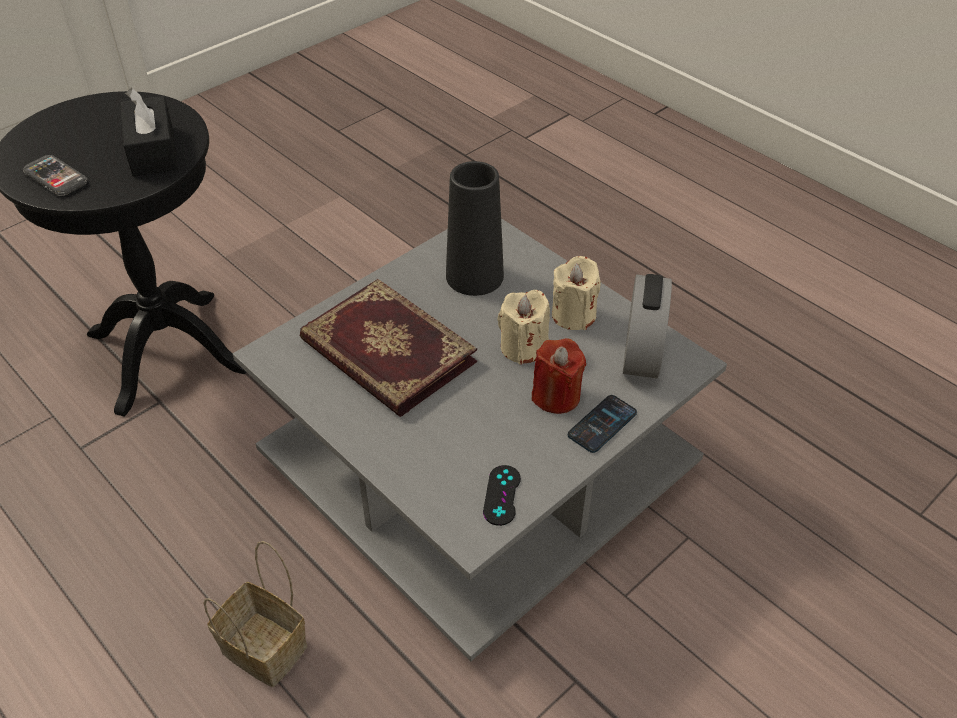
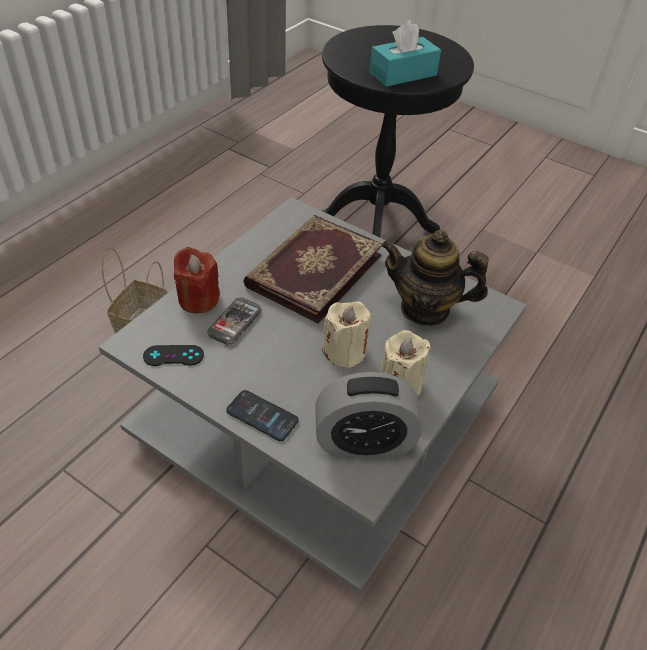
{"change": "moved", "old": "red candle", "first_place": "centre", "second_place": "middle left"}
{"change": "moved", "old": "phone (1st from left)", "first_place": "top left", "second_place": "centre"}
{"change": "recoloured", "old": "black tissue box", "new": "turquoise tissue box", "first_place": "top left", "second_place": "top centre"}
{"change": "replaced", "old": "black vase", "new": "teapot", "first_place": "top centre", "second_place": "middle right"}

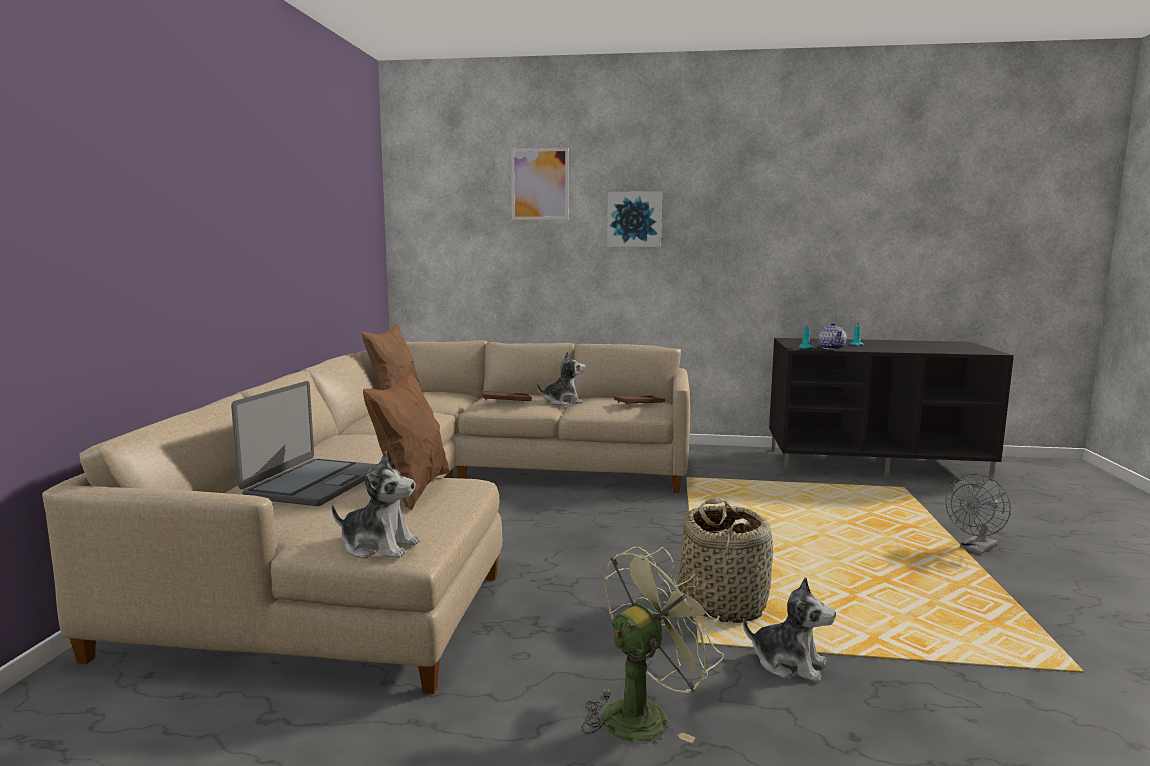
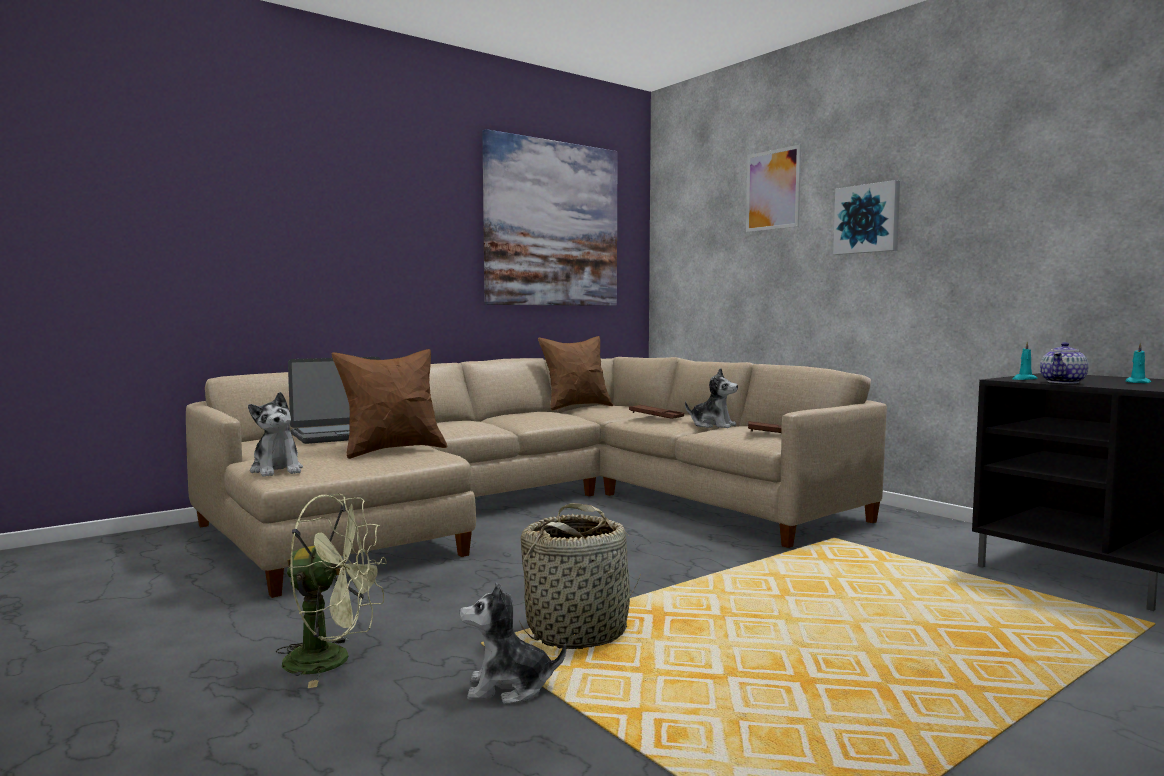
{"change": "turned", "old": "plush toy (3rd from left in the first image)", "first_place": "bottom right", "second_place": "bottom centre", "degrees": 105}
{"change": "added", "new": "picture (1st from left)", "second_place": "top centre"}
{"change": "removed", "old": "grey fan", "first_place": "bottom right"}

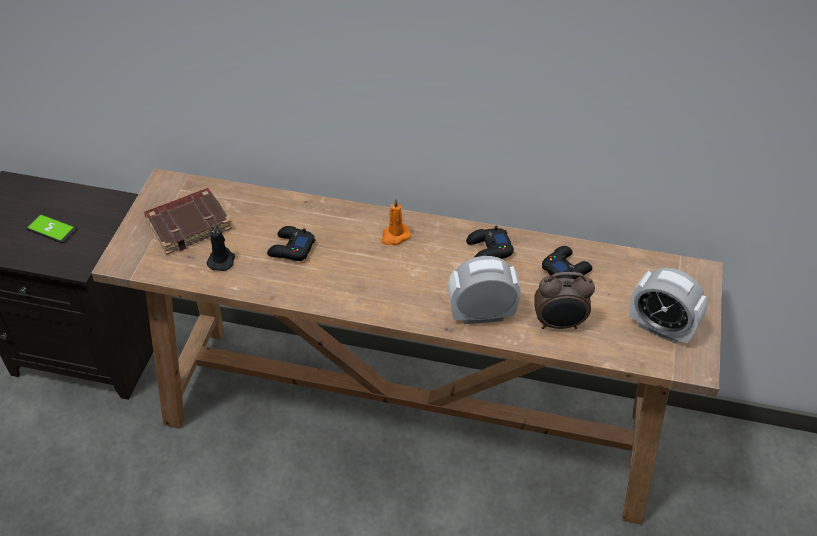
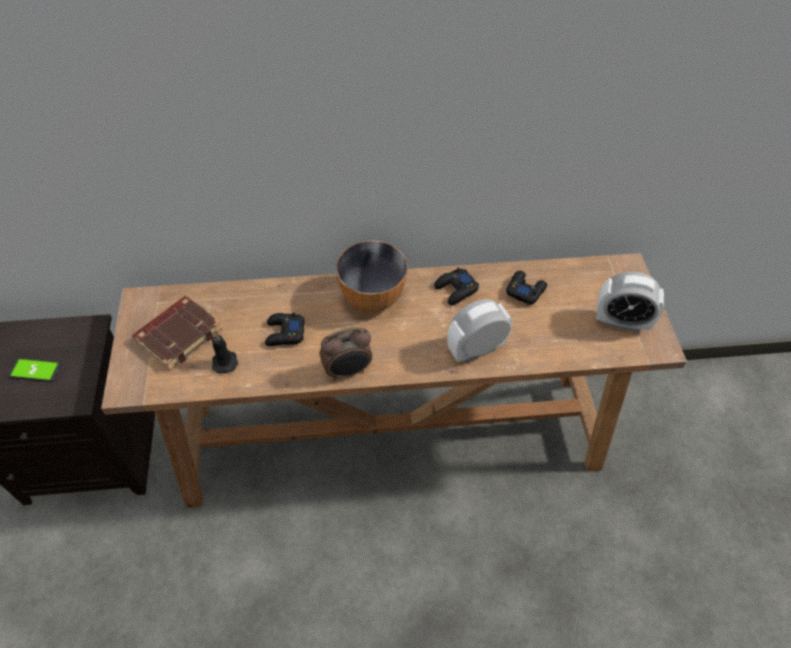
{"change": "moved", "old": "alarm clock (2nd from left in the first image)", "new": "alarm clock (1st from left)", "first_place": "middle right", "second_place": "centre"}
{"change": "replaced", "old": "orange candle", "new": "bowl", "first_place": "centre", "second_place": "centre"}

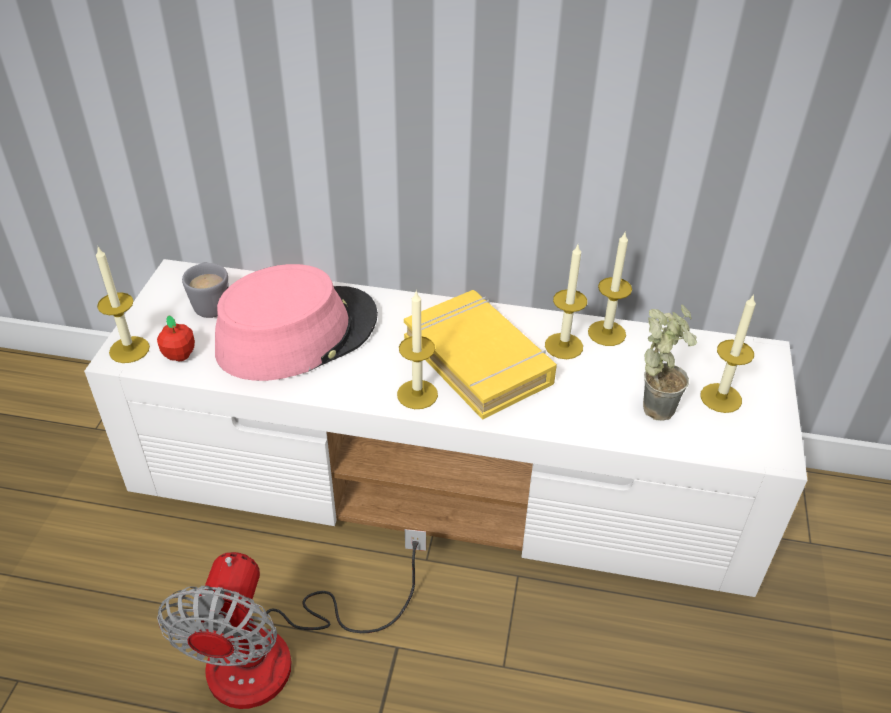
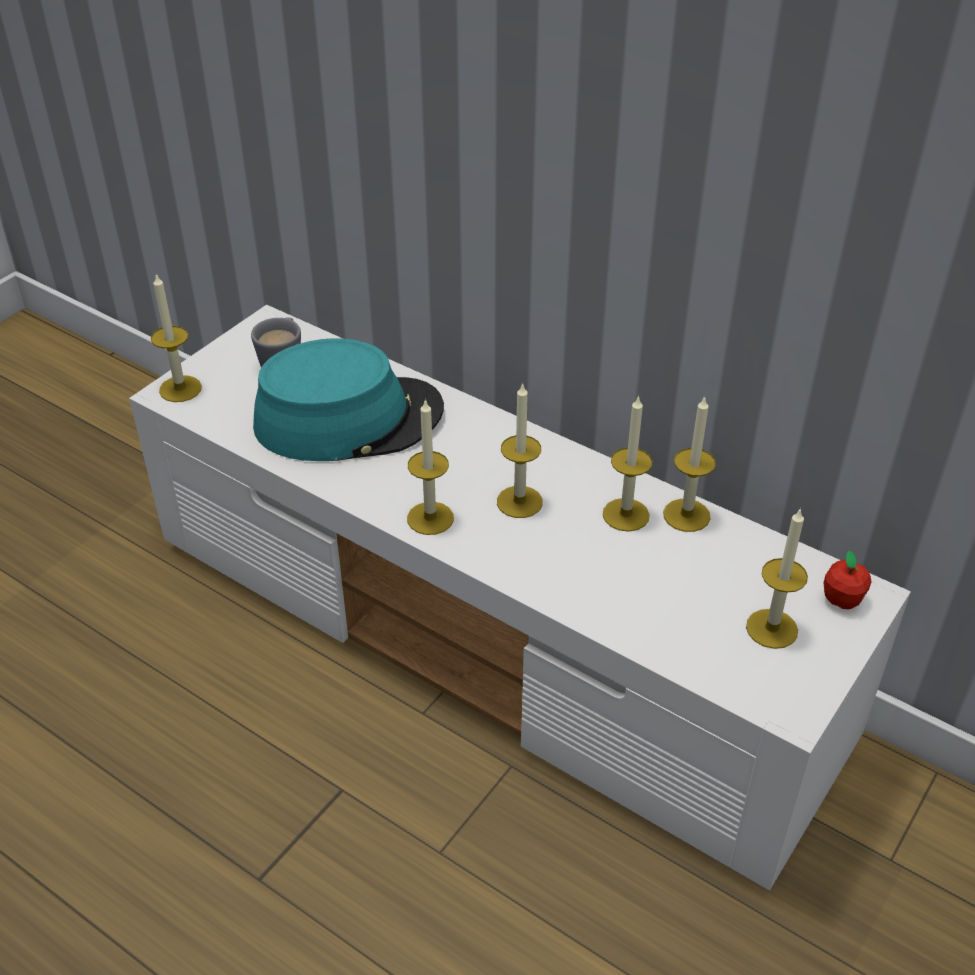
{"change": "recoloured", "old": "pink hat", "new": "turquoise hat", "first_place": "middle left", "second_place": "centre"}
{"change": "replaced", "old": "yellow book", "new": "candle (3rd from left)", "first_place": "centre", "second_place": "centre"}
{"change": "moved", "old": "apple", "first_place": "middle left", "second_place": "middle right"}
{"change": "removed", "old": "fan", "first_place": "bottom left"}
{"change": "removed", "old": "potted plant", "first_place": "middle right"}

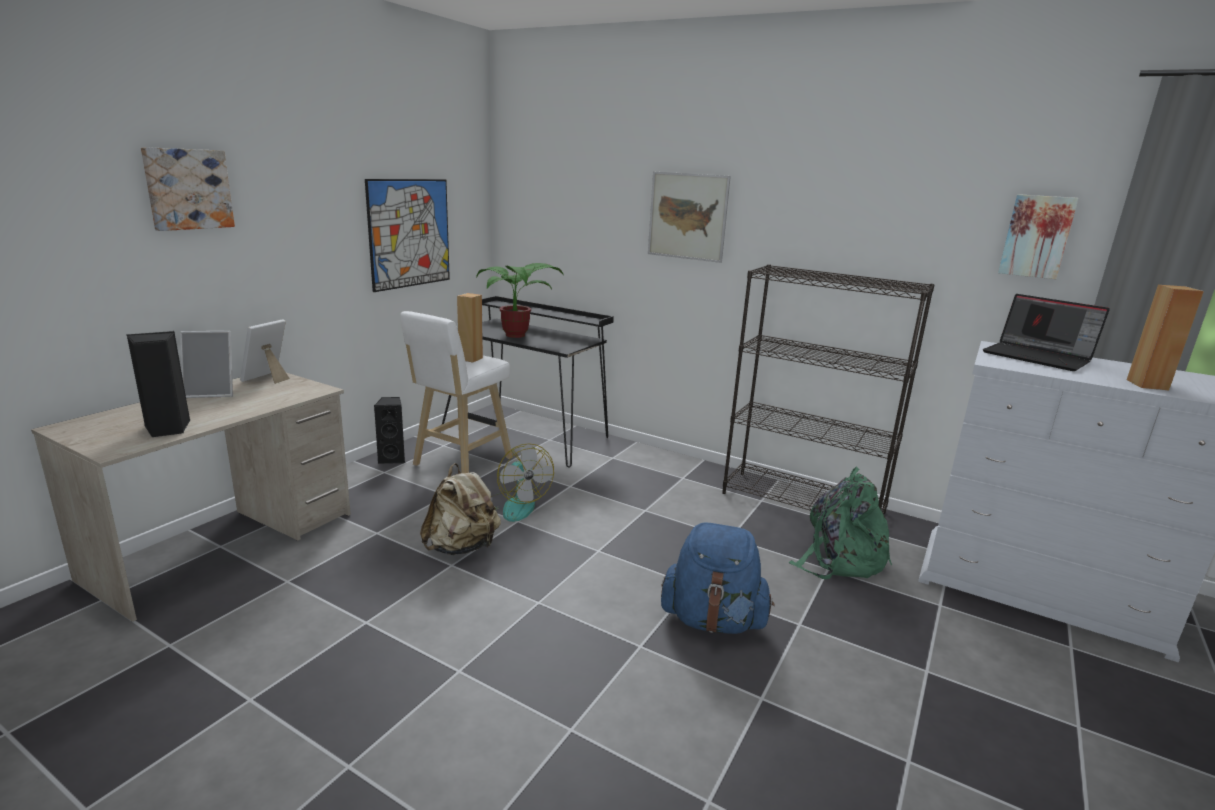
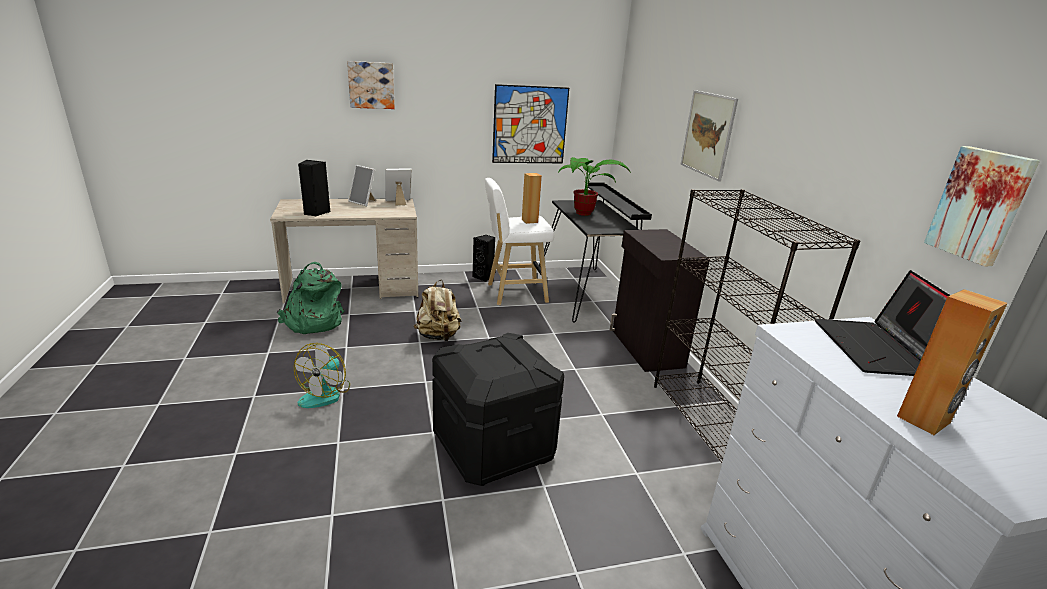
{"change": "moved", "old": "green backpack", "first_place": "middle right", "second_place": "middle left"}
{"change": "moved", "old": "fan", "first_place": "centre", "second_place": "middle left"}
{"change": "replaced", "old": "blue backpack", "new": "black storage box", "first_place": "bottom centre", "second_place": "bottom centre"}
{"change": "added", "new": "black cabinet", "second_place": "centre"}

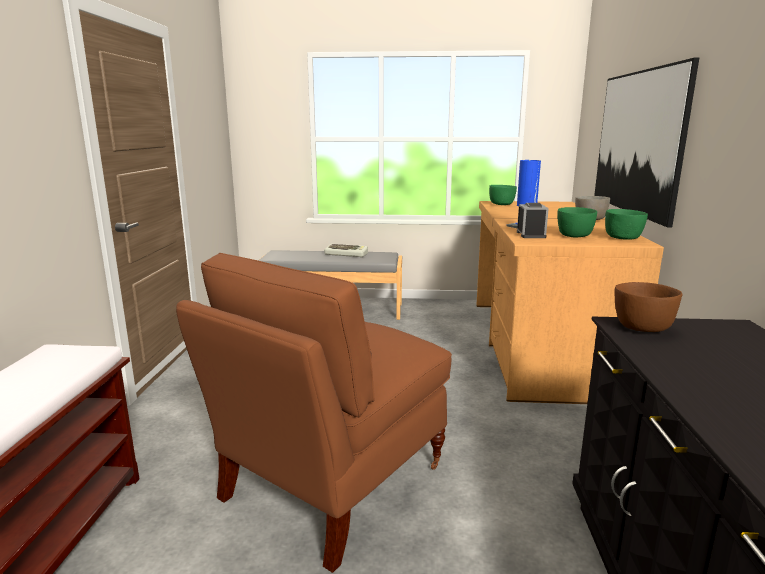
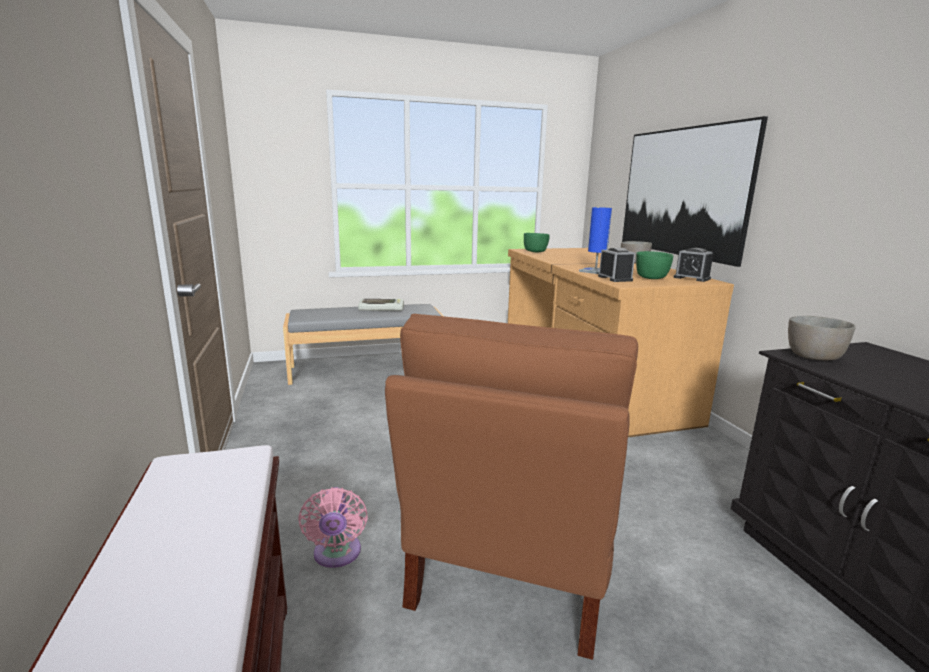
{"change": "added", "new": "pink fan", "second_place": "bottom centre"}
{"change": "replaced", "old": "green bowl (3rd from left)", "new": "alarm clock (2nd from left)", "first_place": "middle right", "second_place": "middle right"}
{"change": "recoloured", "old": "brown bowl", "new": "grey bowl (2nd from left)", "first_place": "middle right", "second_place": "middle right"}

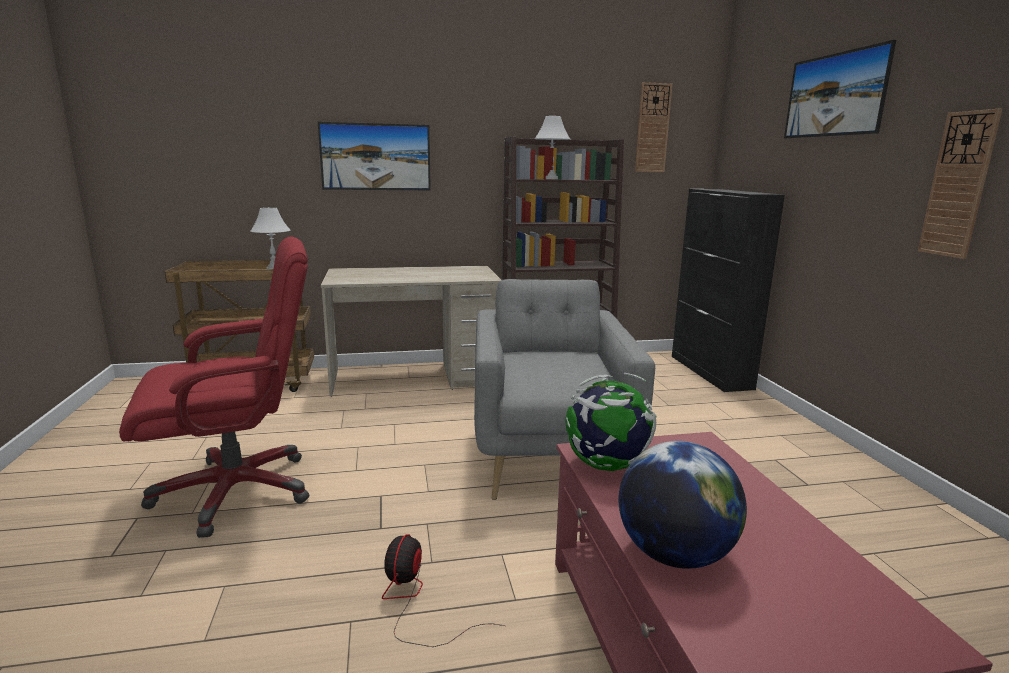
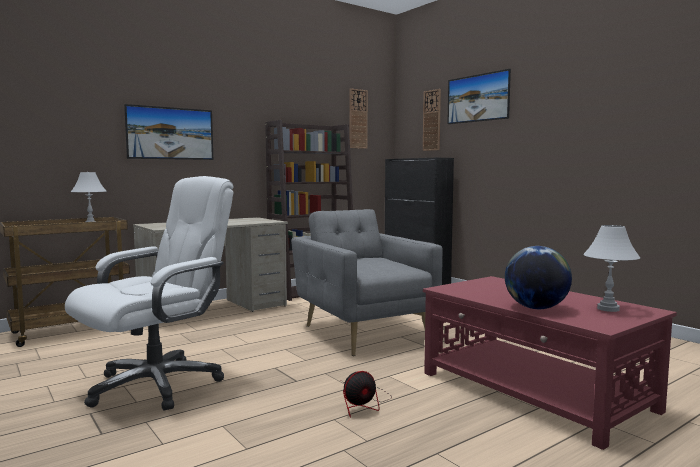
{"change": "recoloured", "old": "red office chair", "new": "white office chair", "first_place": "middle left", "second_place": "middle left"}
{"change": "turned", "old": "fan", "first_place": "bottom centre", "second_place": "bottom centre", "degrees": -105}
{"change": "moved", "old": "wall clock (2nd from left)", "first_place": "top right", "second_place": "top centre"}
{"change": "moved", "old": "white table lamp (2nd from left)", "first_place": "top centre", "second_place": "middle right"}
{"change": "removed", "old": "globe (1st from left)", "first_place": "centre"}

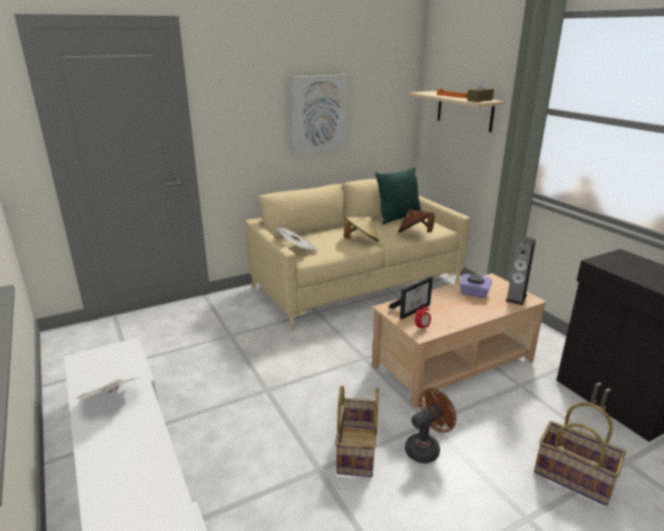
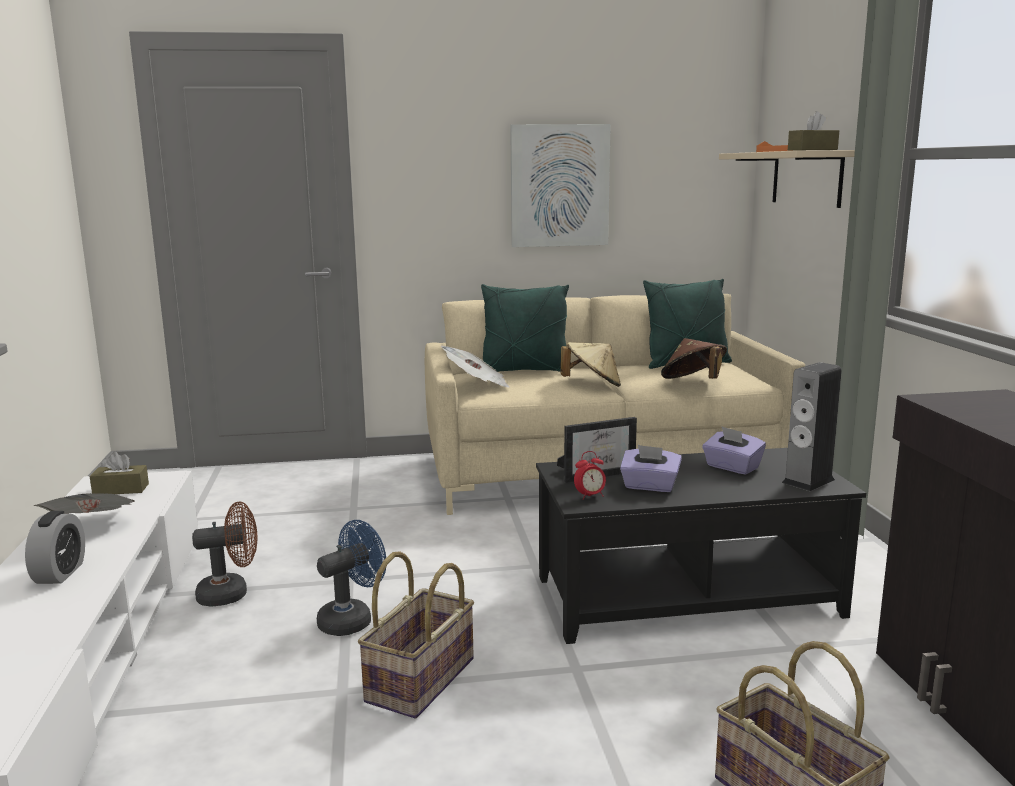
{"change": "added", "new": "alarm clock (1st from left)", "second_place": "bottom left"}
{"change": "added", "new": "brown tissue box (1st from left)", "second_place": "middle left"}
{"change": "moved", "old": "brown fan", "first_place": "bottom centre", "second_place": "bottom left"}
{"change": "added", "new": "blue fan", "second_place": "bottom centre"}
{"change": "added", "new": "green pillow (1st from left)", "second_place": "centre"}
{"change": "recoloured", "old": "beige coffee table", "new": "black coffee table", "first_place": "middle right", "second_place": "bottom right"}
{"change": "added", "new": "purple tissue box (1st from left)", "second_place": "centre"}

